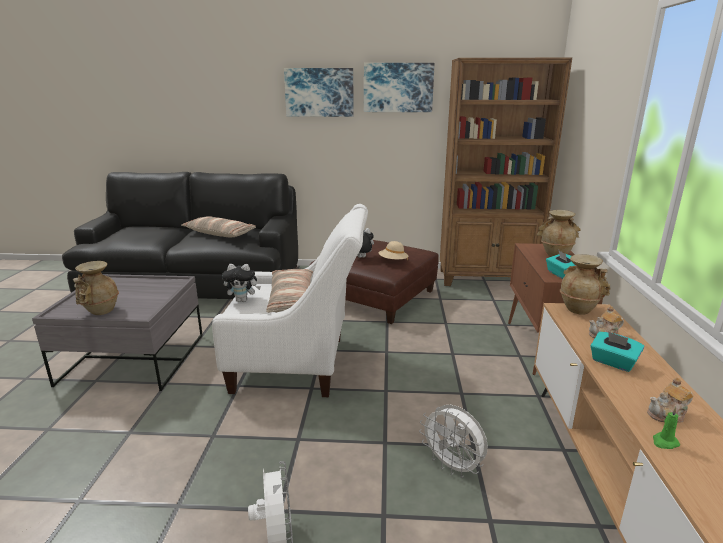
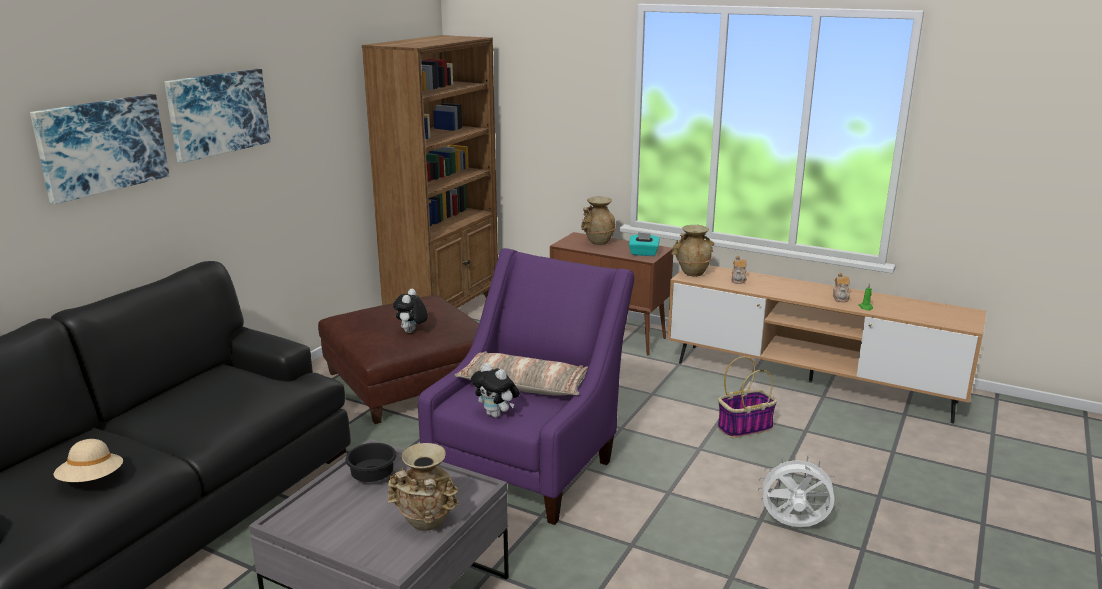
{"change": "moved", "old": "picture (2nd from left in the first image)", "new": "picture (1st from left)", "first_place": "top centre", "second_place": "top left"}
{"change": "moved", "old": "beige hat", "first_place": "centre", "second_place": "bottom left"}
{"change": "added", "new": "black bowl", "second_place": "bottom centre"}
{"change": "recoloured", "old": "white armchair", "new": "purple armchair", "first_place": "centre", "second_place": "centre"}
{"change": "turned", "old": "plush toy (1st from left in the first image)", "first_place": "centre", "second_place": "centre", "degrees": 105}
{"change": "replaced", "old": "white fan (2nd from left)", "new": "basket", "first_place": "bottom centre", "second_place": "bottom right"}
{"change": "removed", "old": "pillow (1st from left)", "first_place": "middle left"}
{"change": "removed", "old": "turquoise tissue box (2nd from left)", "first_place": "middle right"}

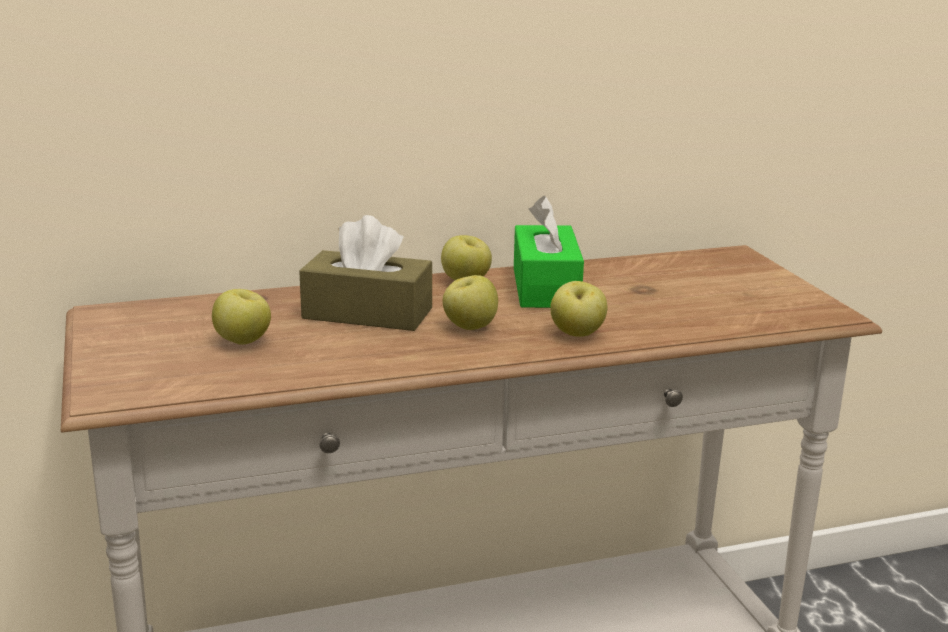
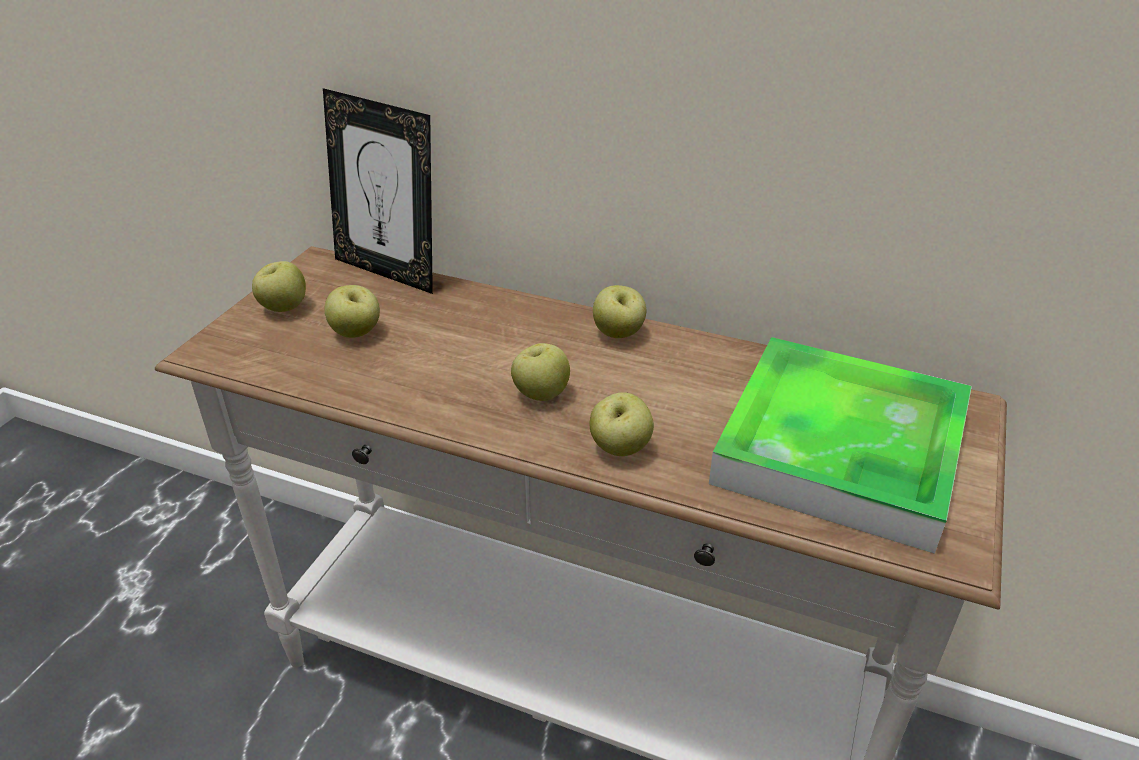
{"change": "added", "new": "apple (1st from left)", "second_place": "middle left"}
{"change": "added", "new": "picture frame", "second_place": "top left"}
{"change": "added", "new": "tray", "second_place": "middle right"}
{"change": "removed", "old": "brown tissue box", "first_place": "centre"}
{"change": "removed", "old": "green tissue box", "first_place": "centre"}

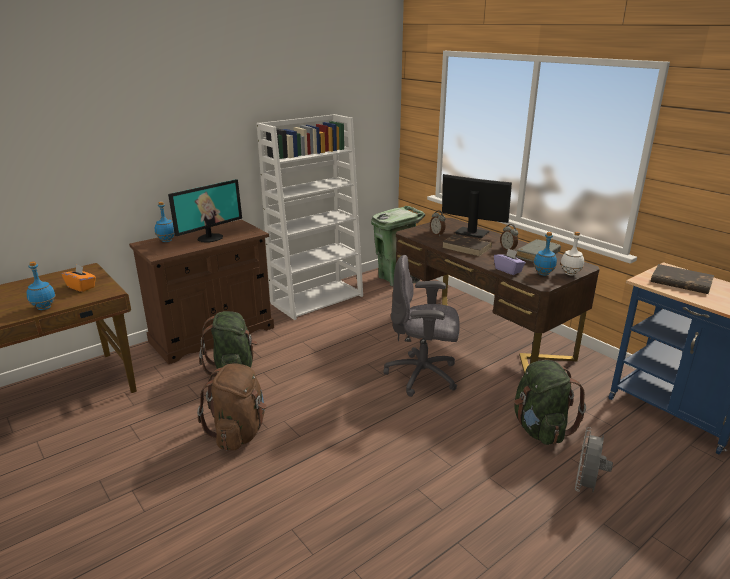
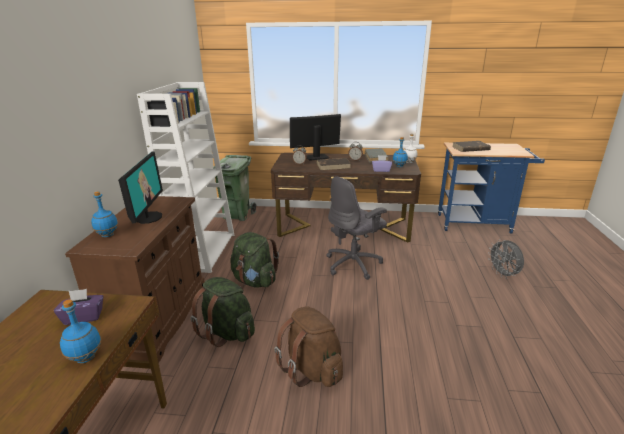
{"change": "recoloured", "old": "orange tissue box", "new": "purple tissue box (1st from left)", "first_place": "middle left", "second_place": "bottom left"}
{"change": "moved", "old": "green backpack (2nd from left)", "first_place": "bottom right", "second_place": "centre"}

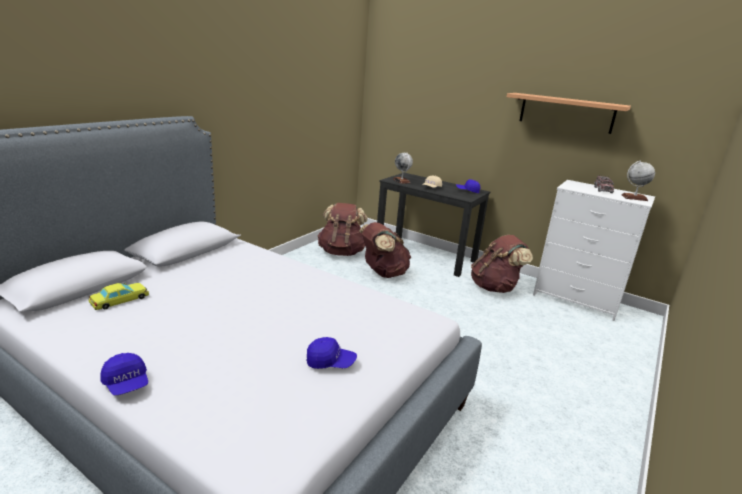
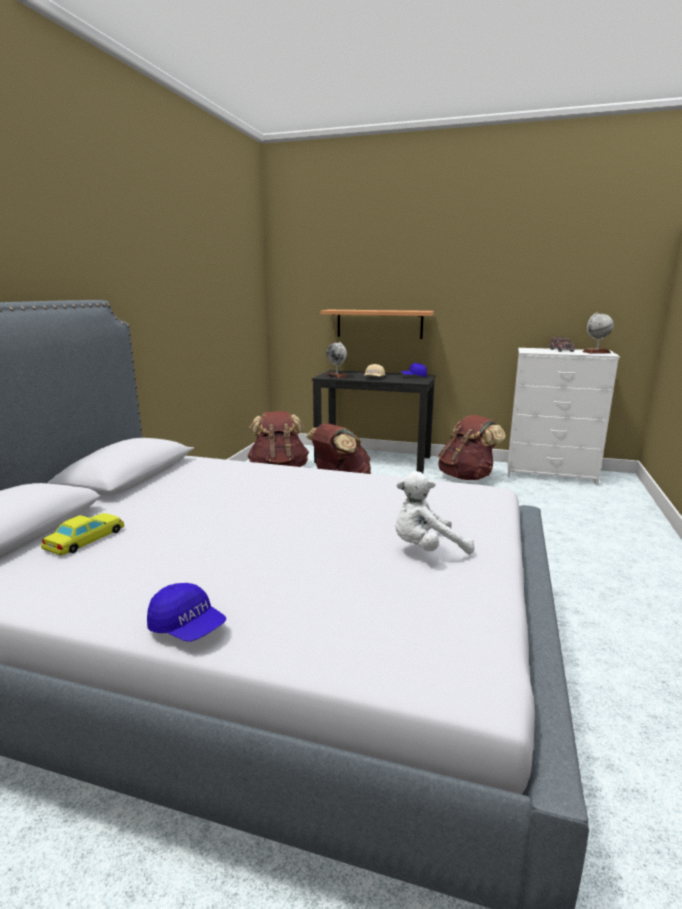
{"change": "moved", "old": "shelf", "first_place": "top right", "second_place": "centre"}
{"change": "replaced", "old": "blue cap (2nd from left)", "new": "white plush toy", "first_place": "bottom centre", "second_place": "centre"}

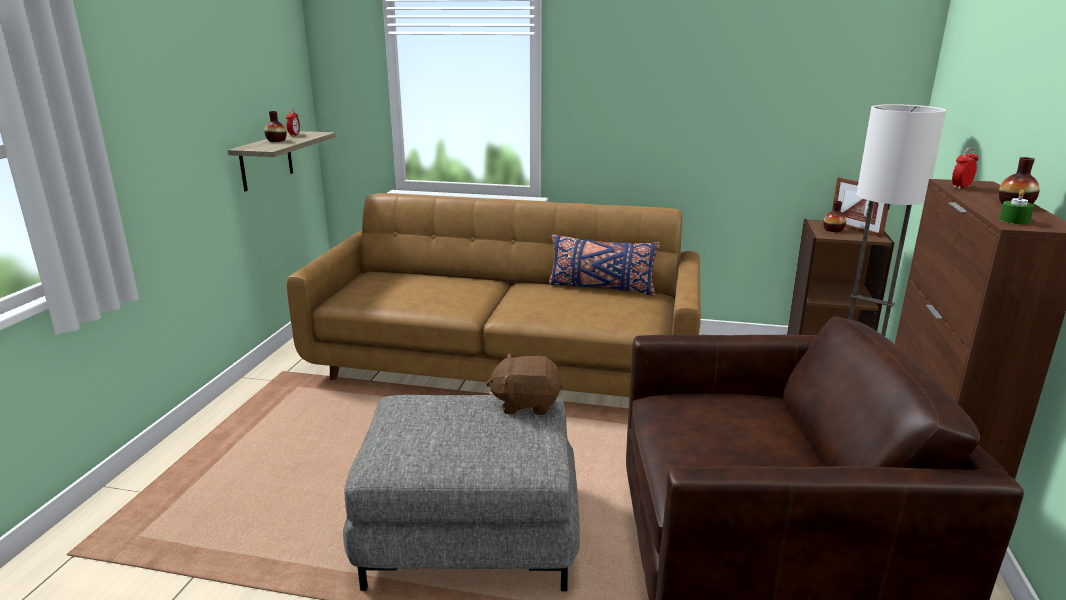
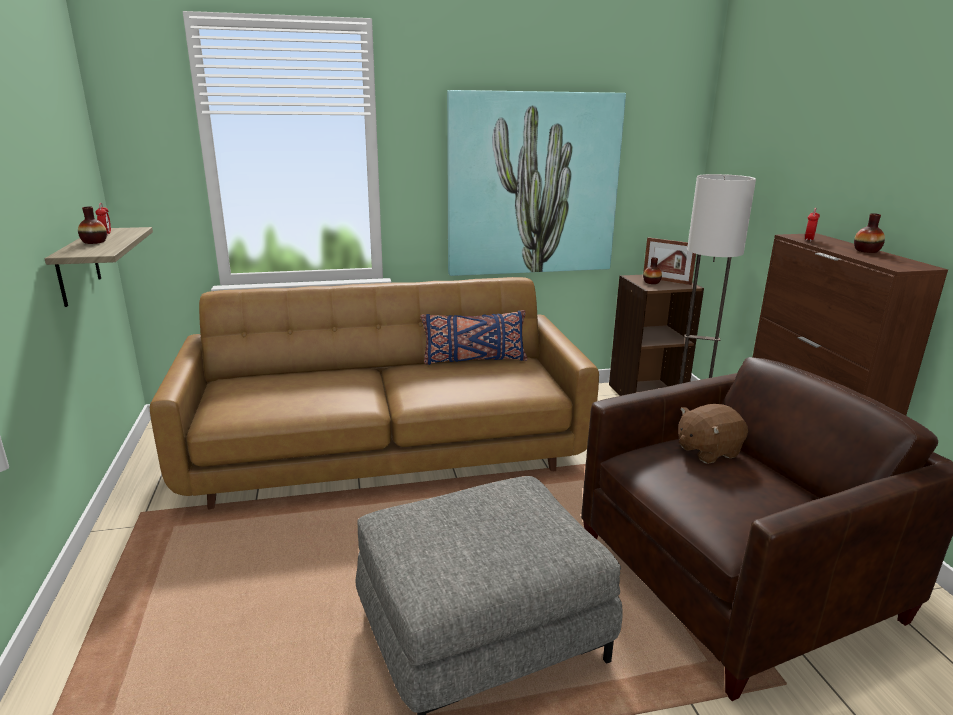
{"change": "added", "new": "picture", "second_place": "top centre"}
{"change": "moved", "old": "brown plush toy", "first_place": "centre", "second_place": "middle right"}
{"change": "removed", "old": "green candle", "first_place": "middle right"}

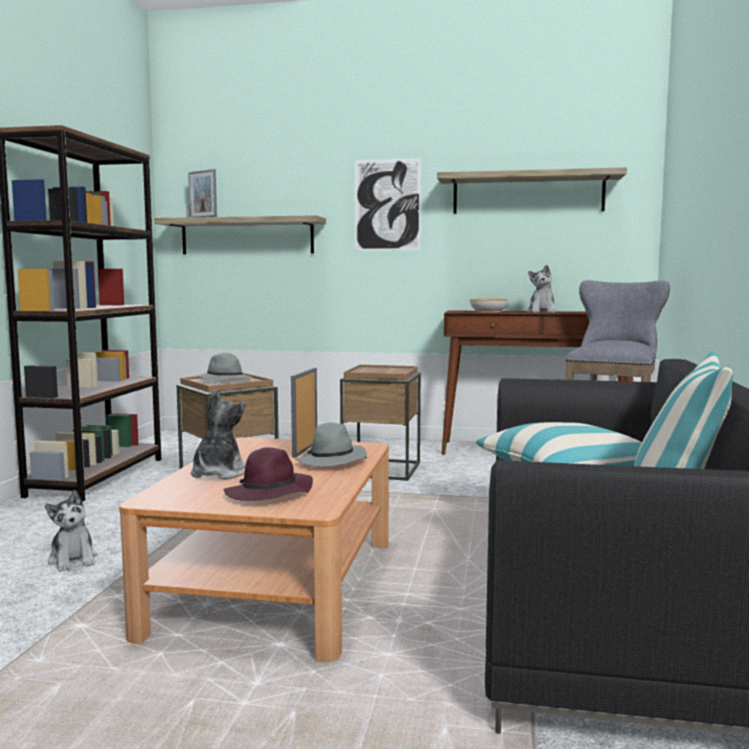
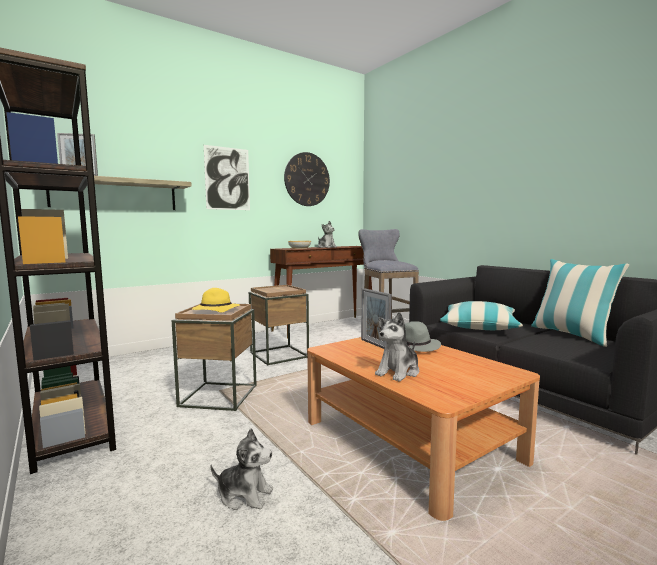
{"change": "recoloured", "old": "grey hat (1st from left)", "new": "yellow hat", "first_place": "middle left", "second_place": "middle left"}
{"change": "replaced", "old": "shelf (2nd from left)", "new": "wall clock", "first_place": "top right", "second_place": "top centre"}
{"change": "turned", "old": "plush toy (2nd from left in the first image)", "first_place": "middle left", "second_place": "centre", "degrees": -105}
{"change": "removed", "old": "purple hat", "first_place": "centre"}

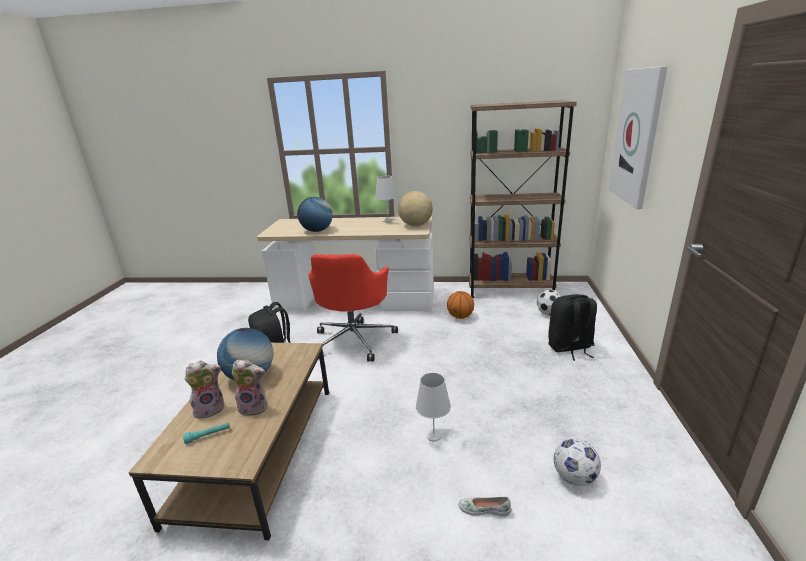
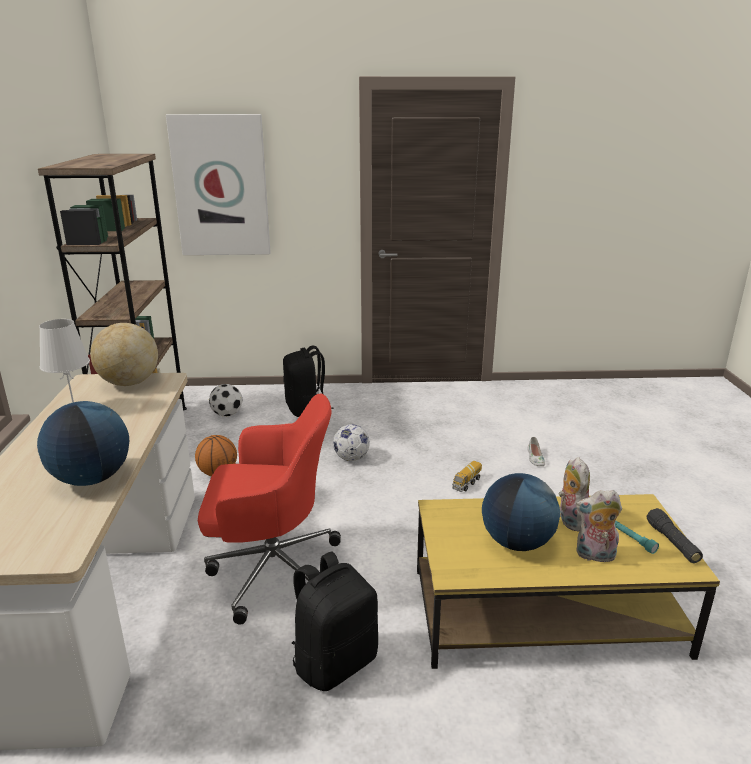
{"change": "moved", "old": "football (2nd from left)", "first_place": "bottom right", "second_place": "centre"}
{"change": "recoloured", "old": "brown coffee table", "new": "yellow coffee table", "first_place": "bottom left", "second_place": "bottom right"}
{"change": "replaced", "old": "white table lamp (2nd from left)", "new": "toy truck", "first_place": "bottom centre", "second_place": "centre"}
{"change": "turned", "old": "plush toy (1st from left in the first image)", "first_place": "bottom left", "second_place": "bottom right", "degrees": -45}
{"change": "added", "new": "black flashlight", "second_place": "bottom right"}

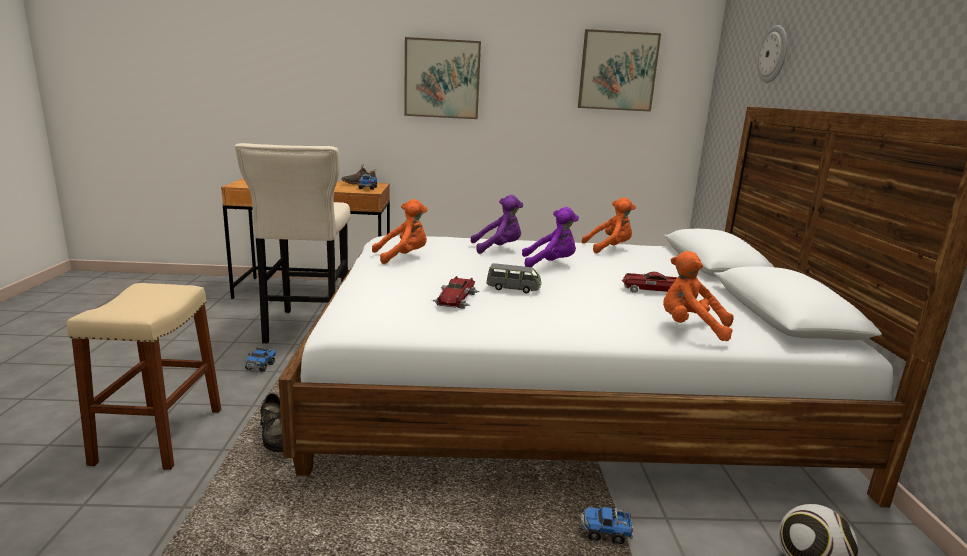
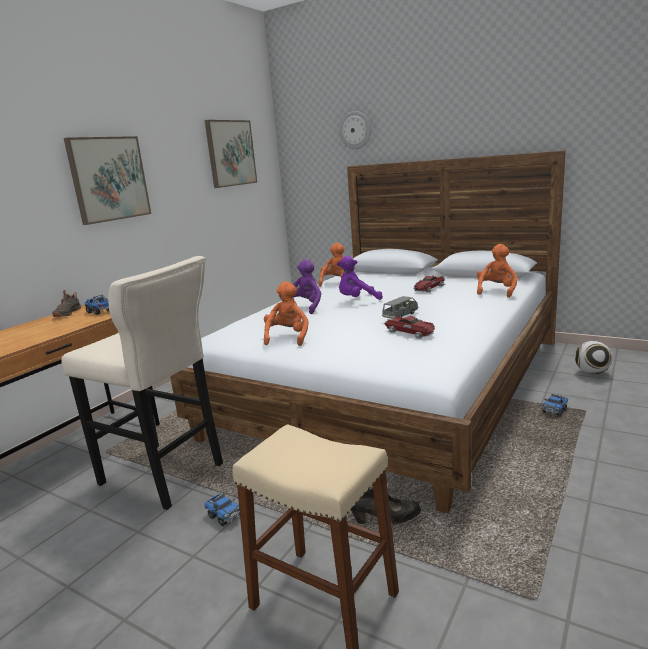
{"change": "turned", "old": "purple plush toy (2nd from left)", "first_place": "centre", "second_place": "centre", "degrees": -135}
{"change": "turned", "old": "orange plush toy (3rd from left)", "first_place": "middle right", "second_place": "middle right", "degrees": 150}

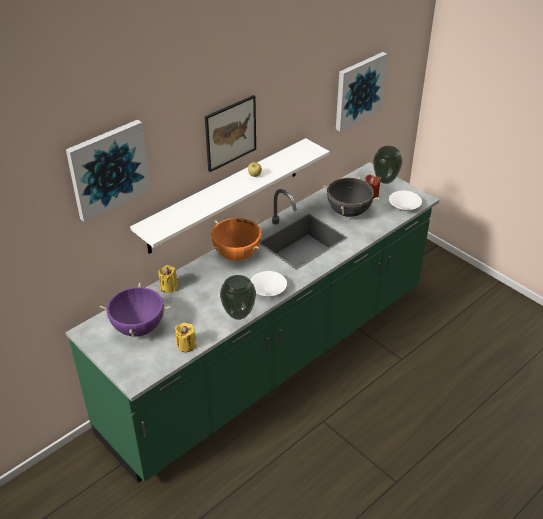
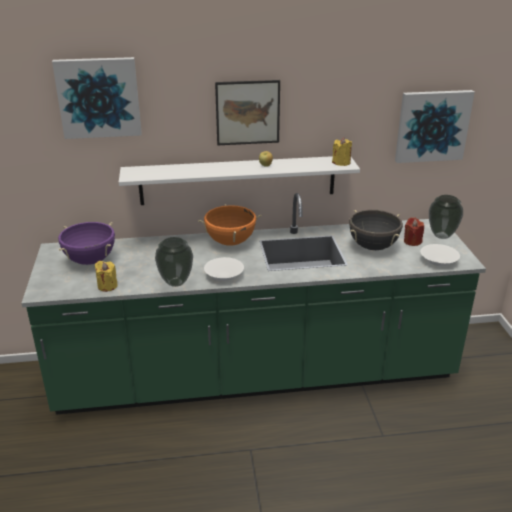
{"change": "moved", "old": "yellow candle (1st from left in the first image)", "new": "yellow candle (2nd from left)", "first_place": "middle left", "second_place": "top right"}

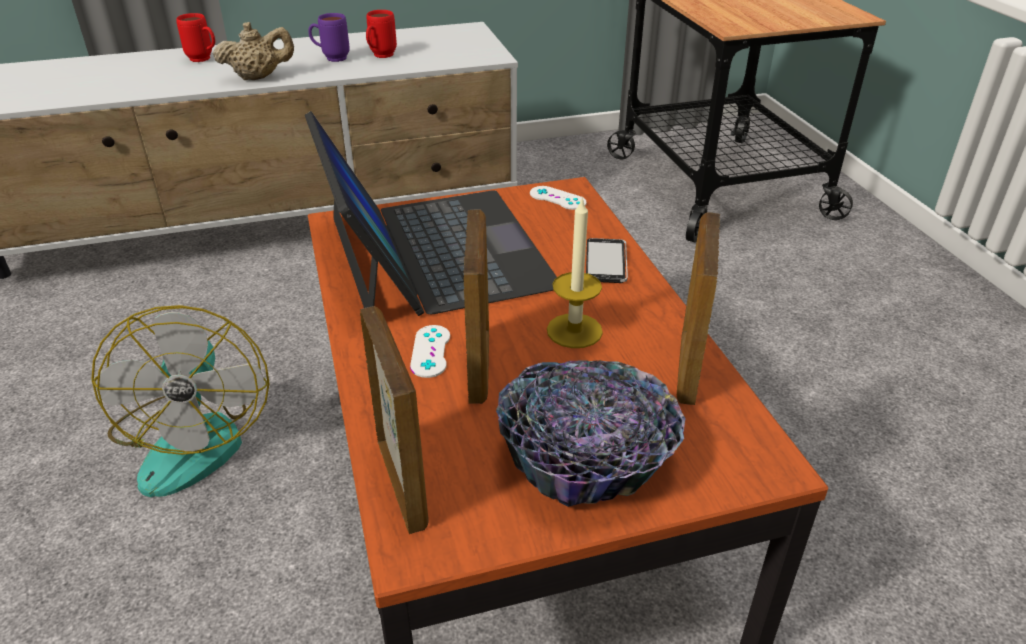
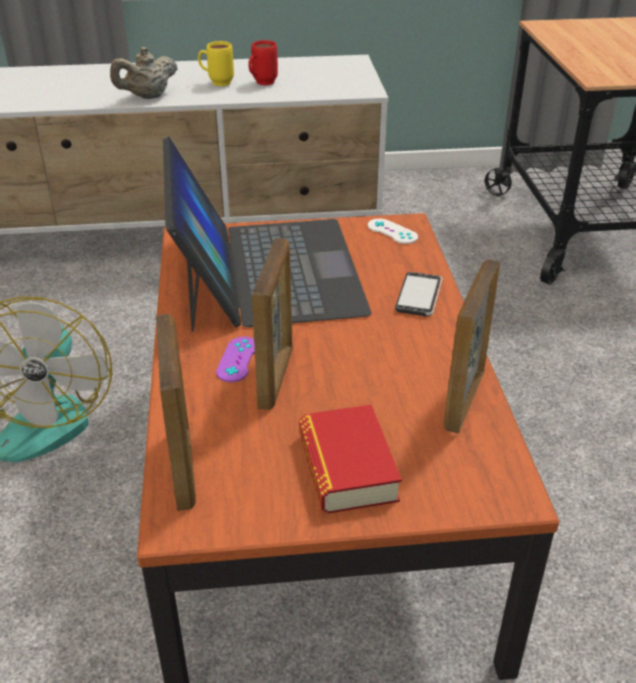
{"change": "turned", "old": "beige teapot", "first_place": "top left", "second_place": "top left", "degrees": 150}
{"change": "recoloured", "old": "purple mug", "new": "yellow mug", "first_place": "top left", "second_place": "top centre"}
{"change": "recoloured", "old": "white game controller (1st from left)", "new": "purple game controller", "first_place": "centre", "second_place": "centre"}
{"change": "replaced", "old": "bowl", "new": "book", "first_place": "bottom centre", "second_place": "bottom centre"}
{"change": "removed", "old": "red mug (1st from left)", "first_place": "top left"}
{"change": "removed", "old": "candle", "first_place": "centre"}

